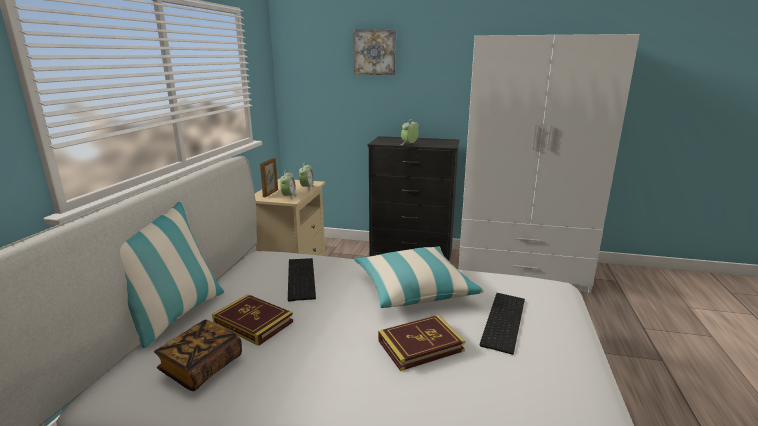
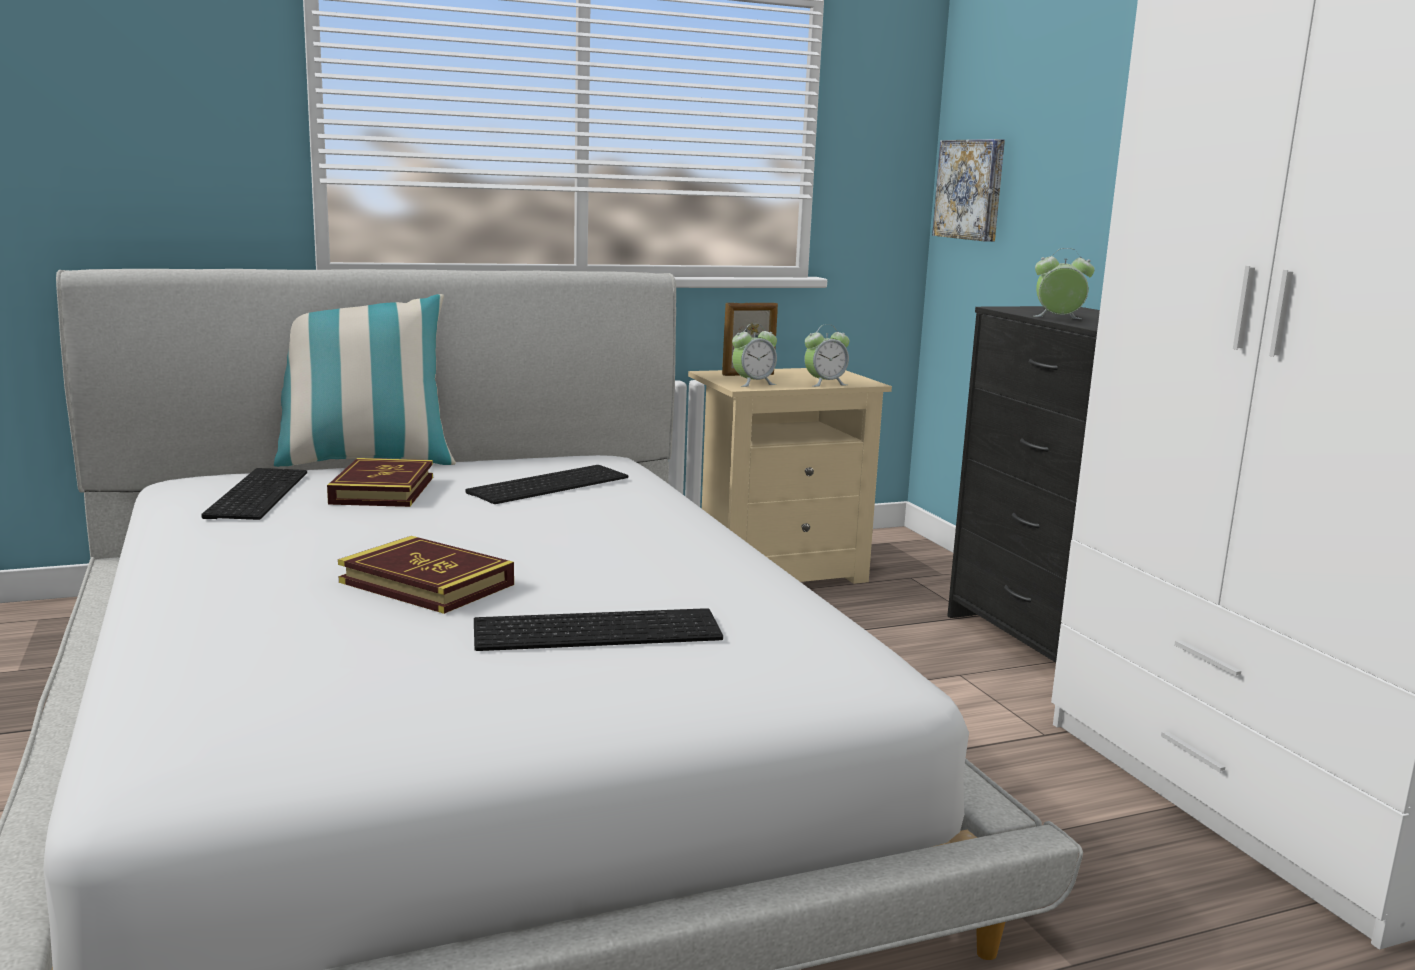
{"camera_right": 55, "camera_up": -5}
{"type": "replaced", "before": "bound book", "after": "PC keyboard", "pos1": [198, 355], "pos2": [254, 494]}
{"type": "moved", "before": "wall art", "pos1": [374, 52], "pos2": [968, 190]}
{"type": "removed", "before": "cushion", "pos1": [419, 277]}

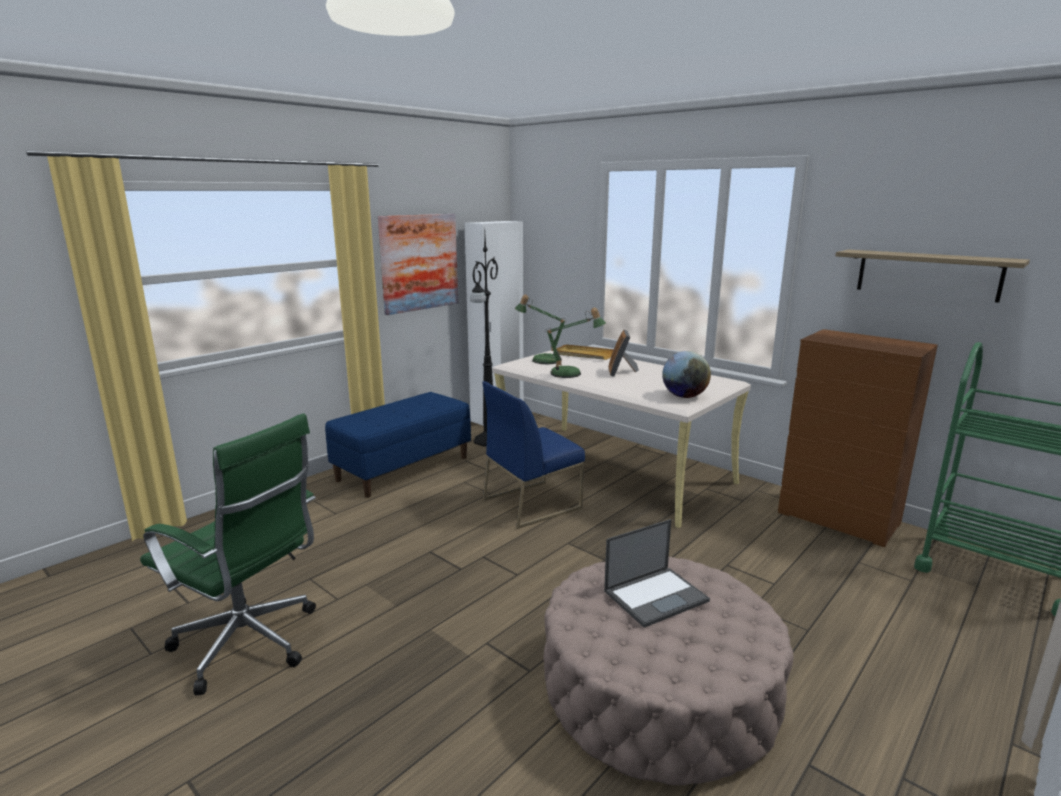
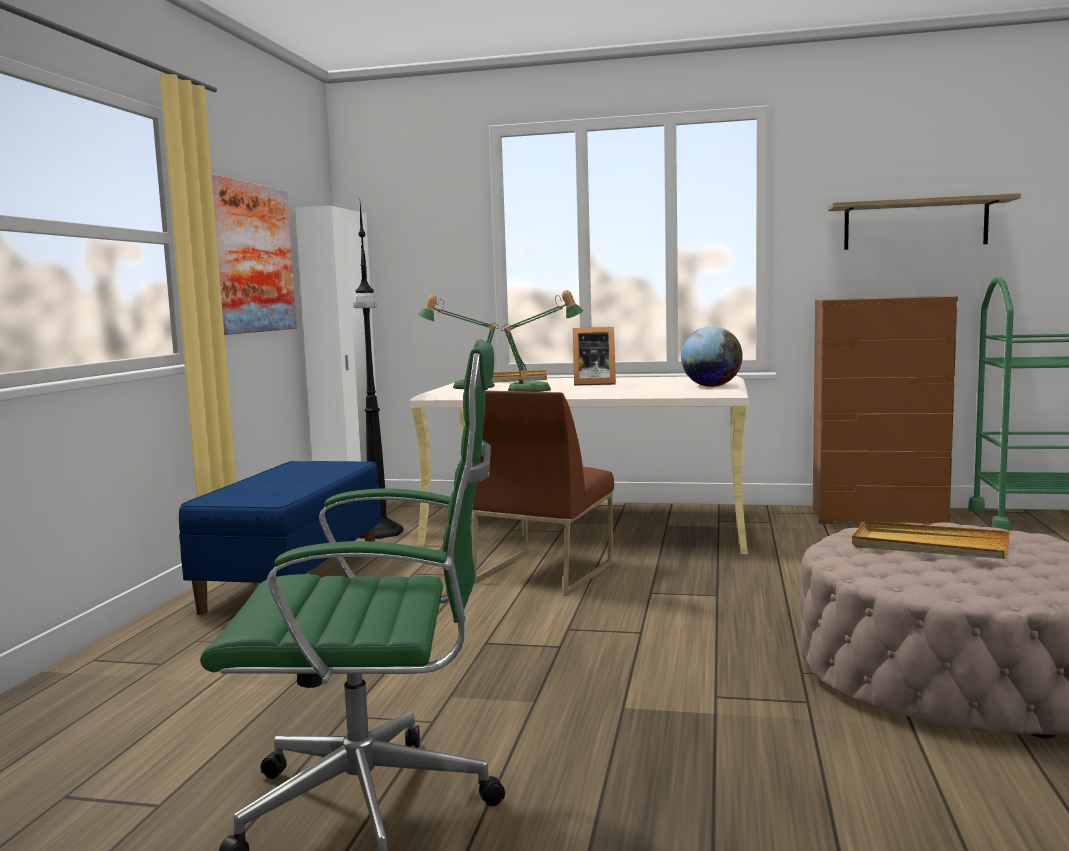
{"camera_right": -30, "camera_up": -10}
{"type": "recoloured", "before": "upright chair (blue)", "after": "upright chair (brown-coloured)", "pos1": [533, 455], "pos2": [543, 493]}
{"type": "replaced", "before": "laptop", "after": "tray (beige)", "pos1": [657, 573], "pos2": [931, 540]}
{"type": "turned", "before": "picture frame", "pos1": [623, 353], "pos2": [594, 356], "turn": -60}

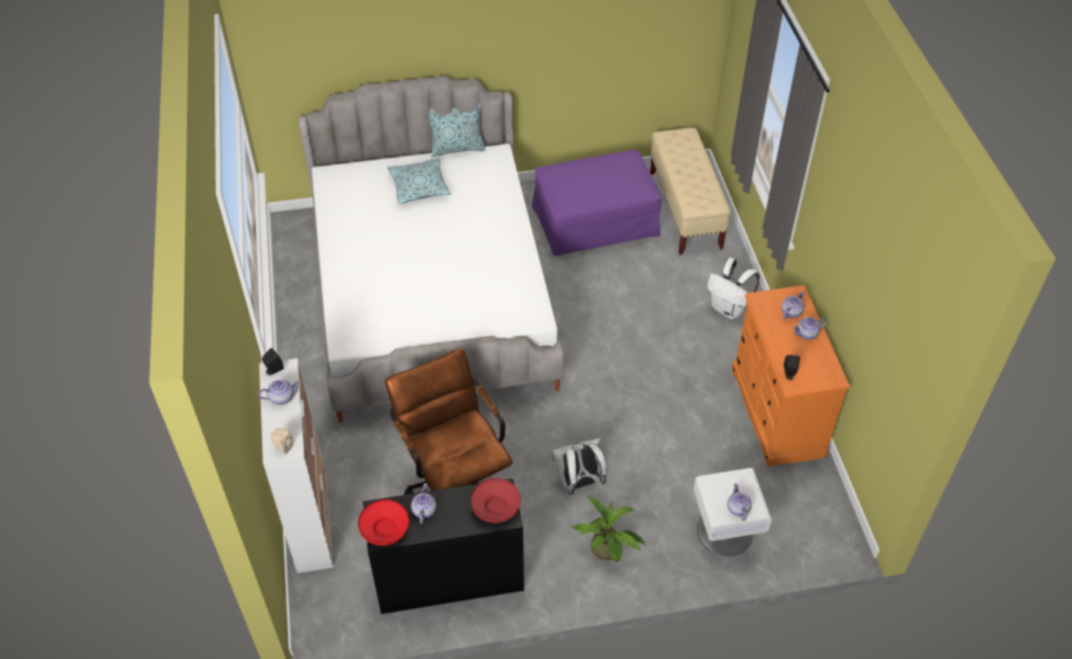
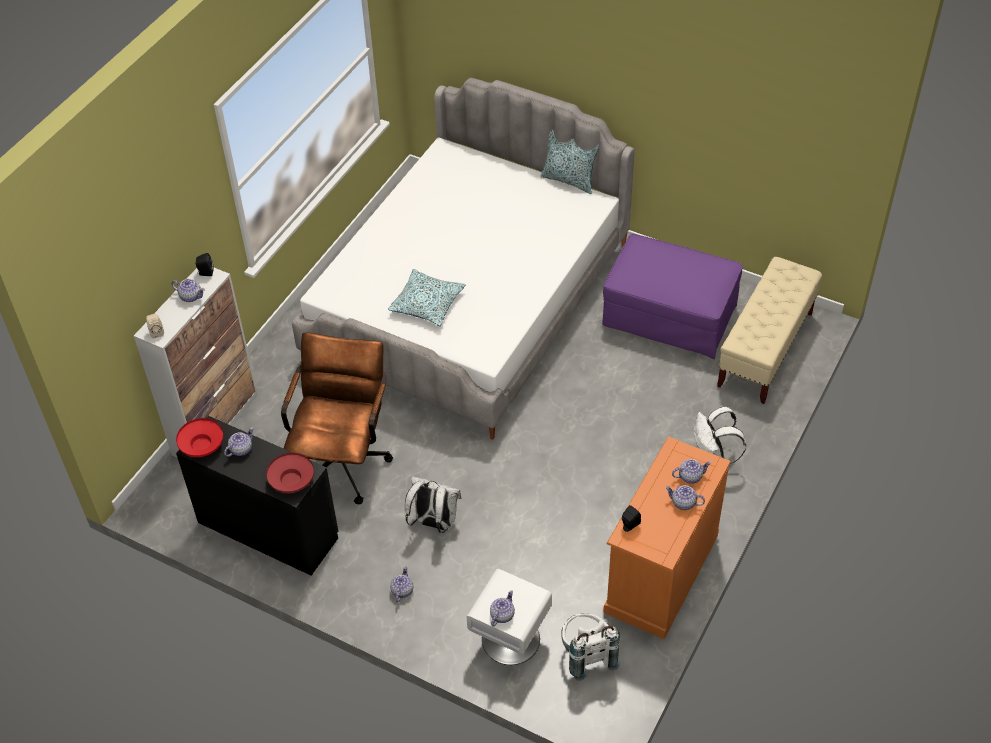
{"camera_right": 40, "camera_up": 0}
{"type": "moved", "before": "cushion", "pos1": [419, 181], "pos2": [426, 297]}
{"type": "replaced", "before": "plant in a pot", "after": "pot for tea", "pos1": [609, 528], "pos2": [401, 584]}
{"type": "added", "after": "knapsack (whitish)", "pos2": [591, 647]}

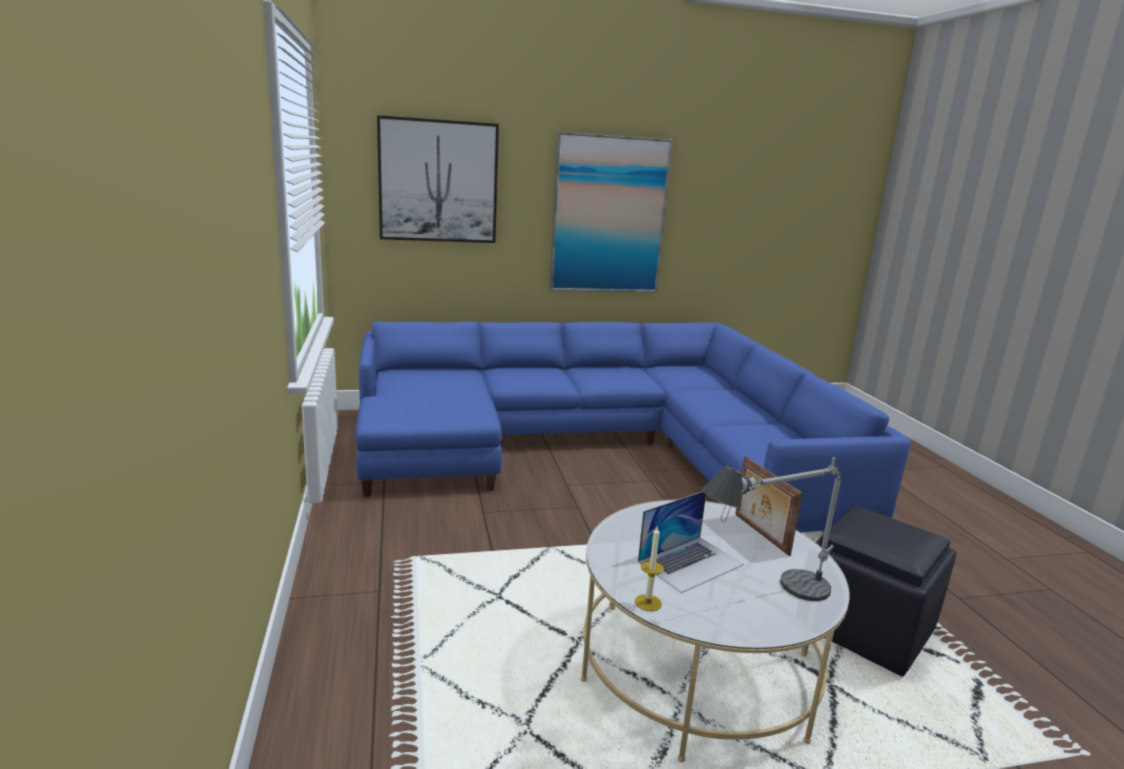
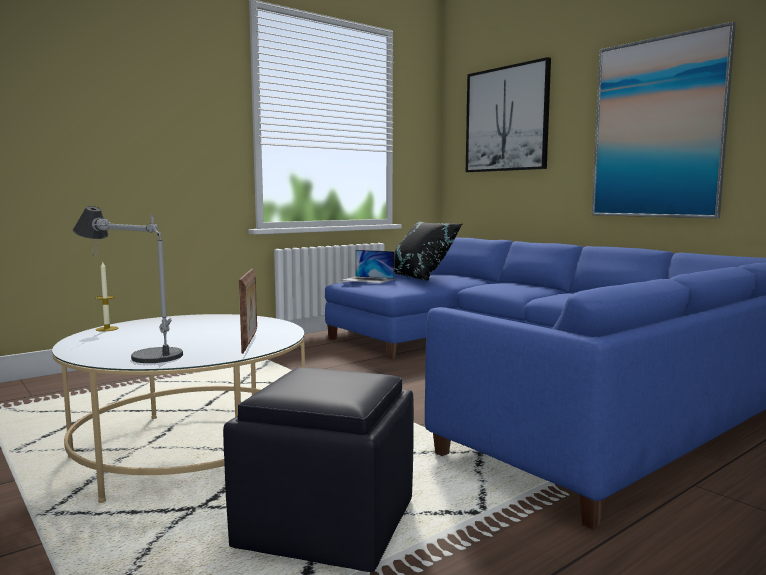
{"camera_right": 65, "camera_up": -10}
{"type": "moved", "before": "laptop", "pos1": [691, 542], "pos2": [367, 266]}
{"type": "turned", "before": "picture frame", "pos1": [769, 506], "pos2": [248, 311], "turn": 135}
{"type": "added", "after": "cushion (black-coloured)", "pos2": [428, 250]}

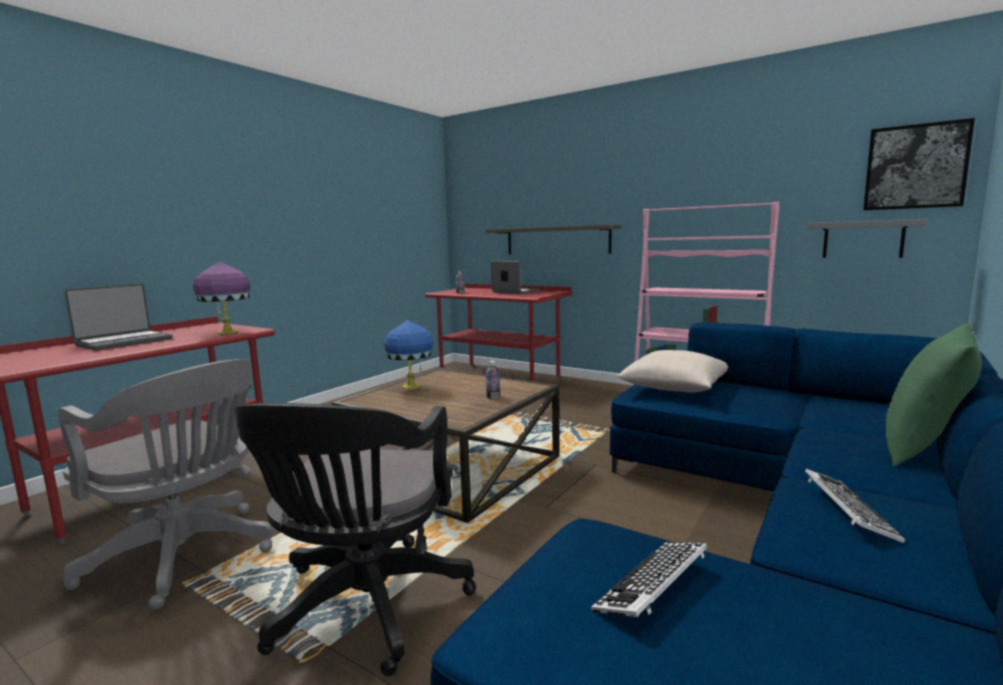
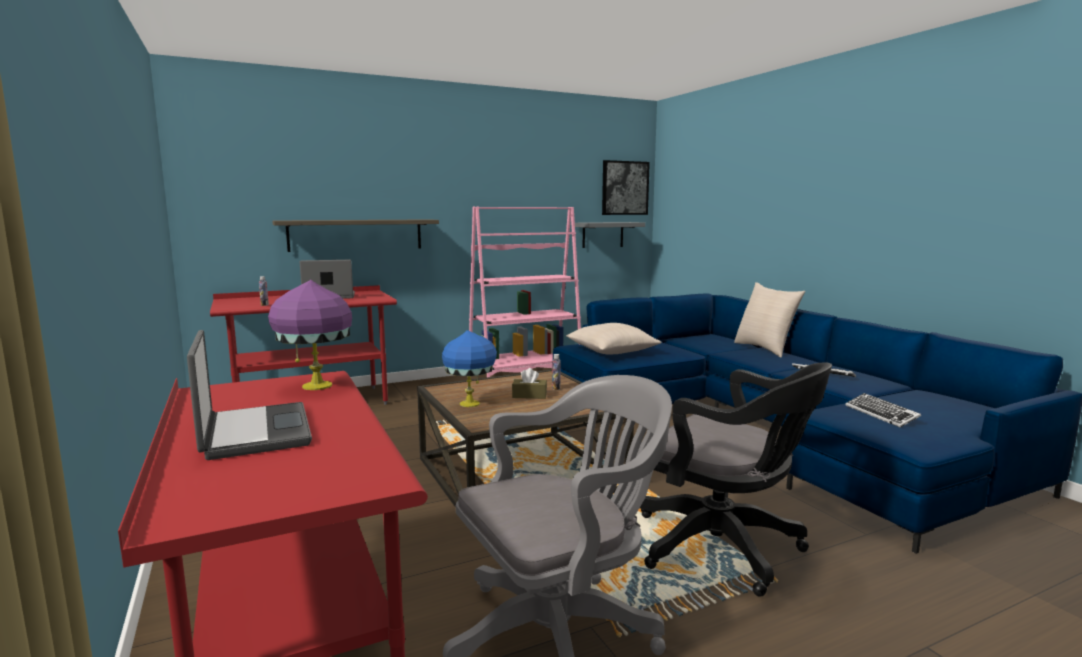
{"camera_right": -60, "camera_up": 0}
{"type": "recoloured", "before": "cushion (greenish)", "after": "cushion (beige)", "pos1": [934, 395], "pos2": [770, 319]}
{"type": "added", "after": "box of tissues (brown-coloured)", "pos2": [529, 383]}

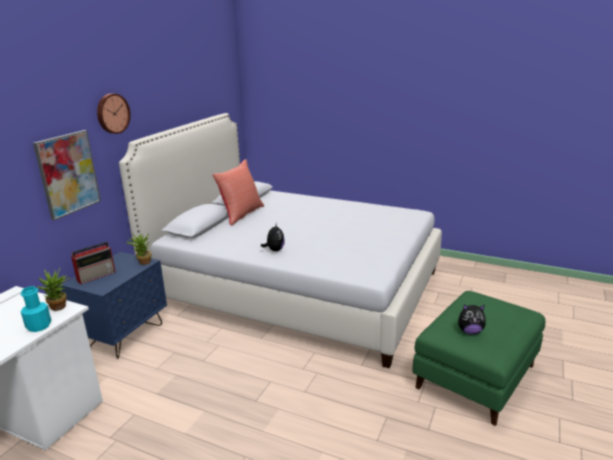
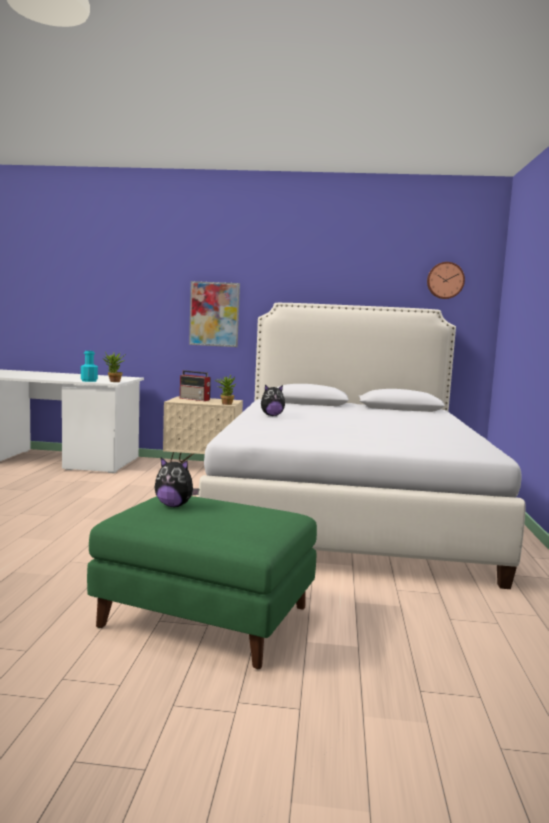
{"camera_right": 70, "camera_up": -15}
{"type": "recoloured", "before": "nightstand (blue)", "after": "nightstand (beige)", "pos1": [113, 305], "pos2": [203, 429]}
{"type": "moved", "before": "wall clock", "pos1": [114, 113], "pos2": [446, 280]}
{"type": "removed", "before": "cushion (reddish)", "pos1": [238, 192]}
{"type": "turned", "before": "plush toy", "pos1": [472, 319], "pos2": [177, 482], "turn": -60}

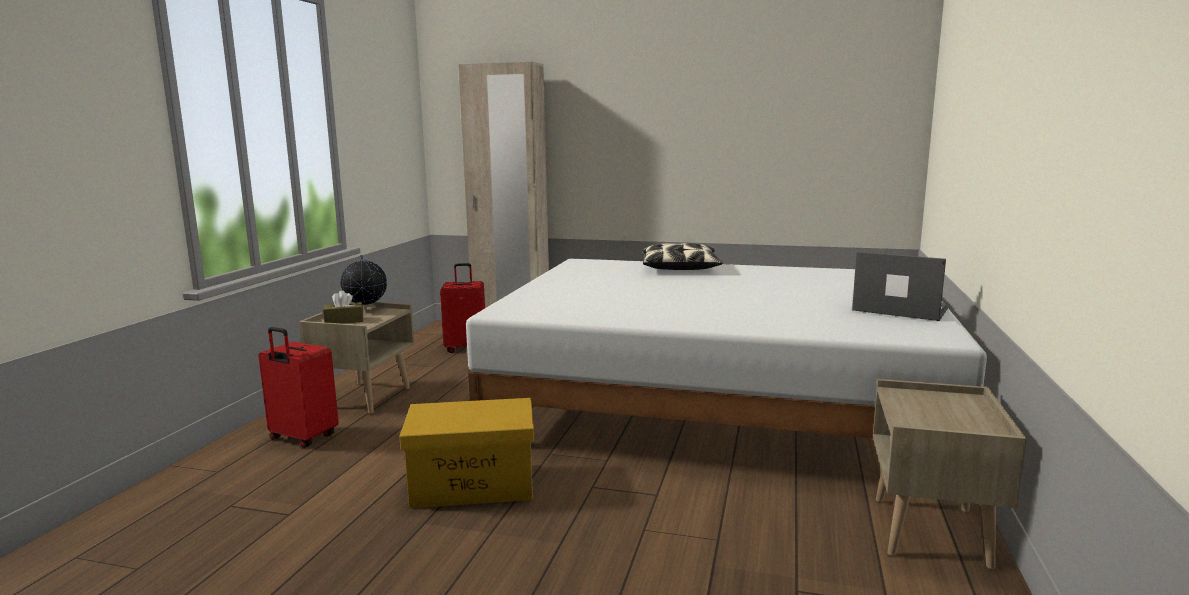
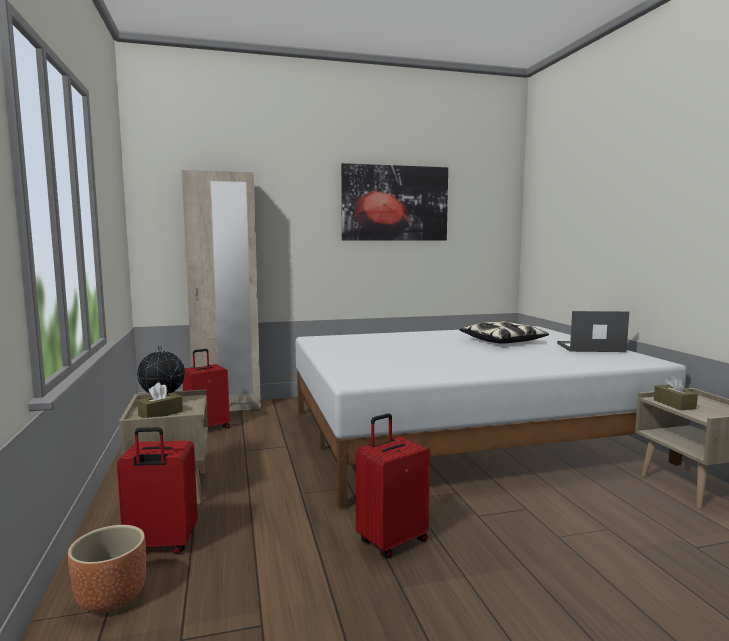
{"camera_right": -30, "camera_up": -5}
{"type": "replaced", "before": "storage box (yellowish)", "after": "suitcase (reddish)", "pos1": [466, 453], "pos2": [393, 486]}
{"type": "moved", "before": "cushion", "pos1": [682, 256], "pos2": [504, 332]}
{"type": "added", "after": "plant pot (brown-coloured)", "pos2": [107, 569]}
{"type": "added", "after": "wall art", "pos2": [394, 202]}
{"type": "added", "after": "box of tissues (brown-coloured)", "pos2": [676, 392]}

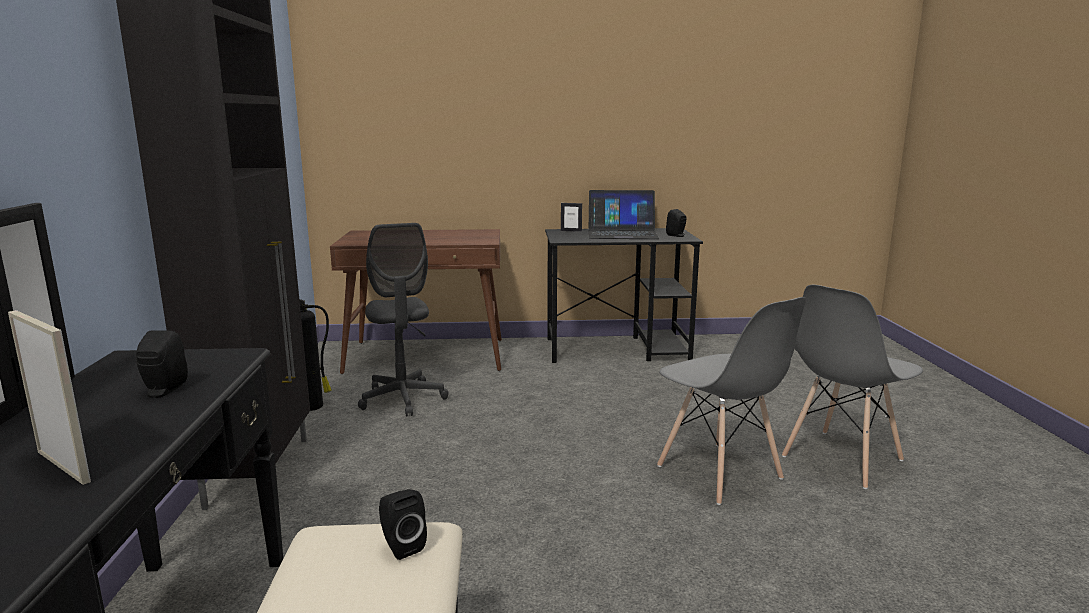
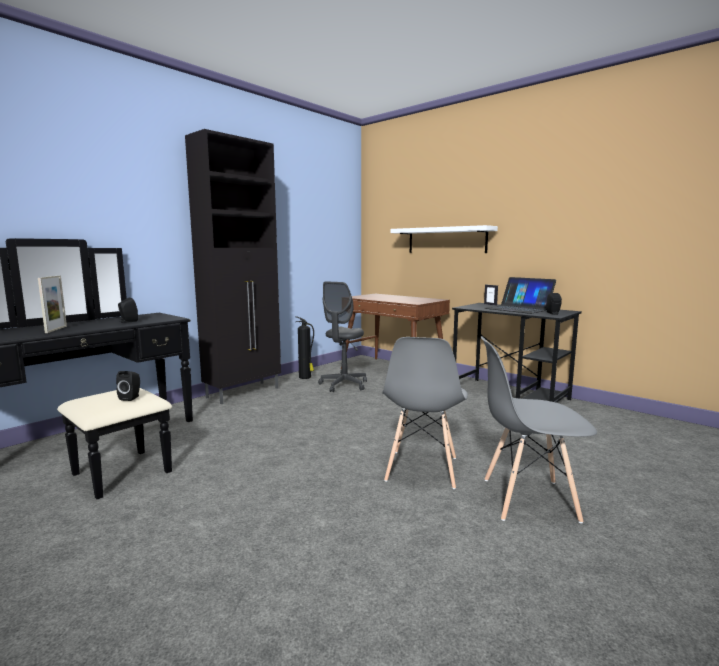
{"camera_right": 45, "camera_up": -5}
{"type": "added", "after": "wall shelf (whitish)", "pos2": [444, 239]}

